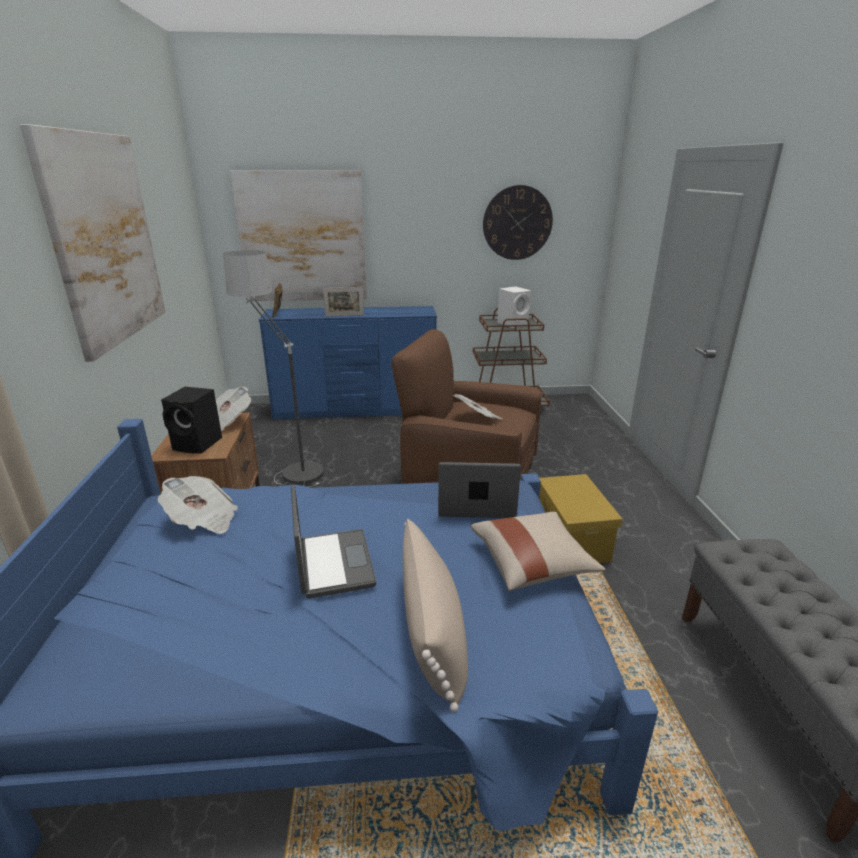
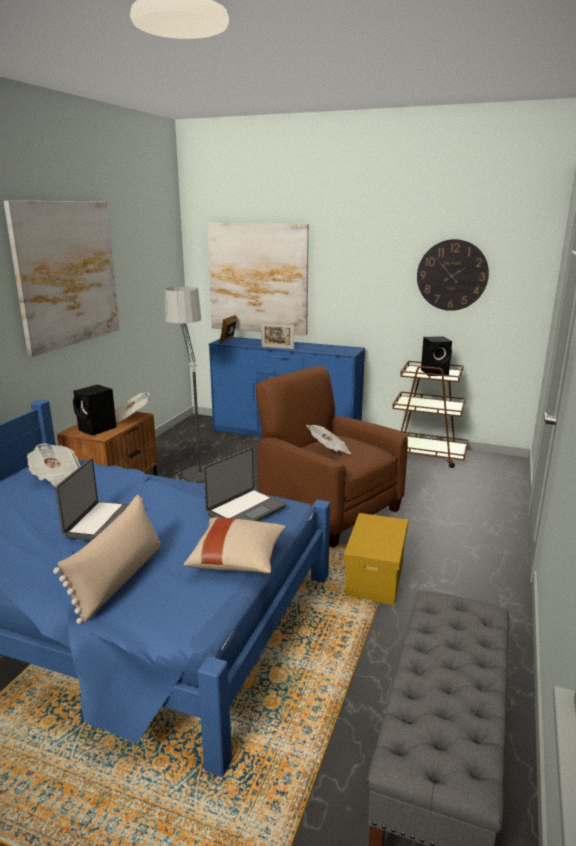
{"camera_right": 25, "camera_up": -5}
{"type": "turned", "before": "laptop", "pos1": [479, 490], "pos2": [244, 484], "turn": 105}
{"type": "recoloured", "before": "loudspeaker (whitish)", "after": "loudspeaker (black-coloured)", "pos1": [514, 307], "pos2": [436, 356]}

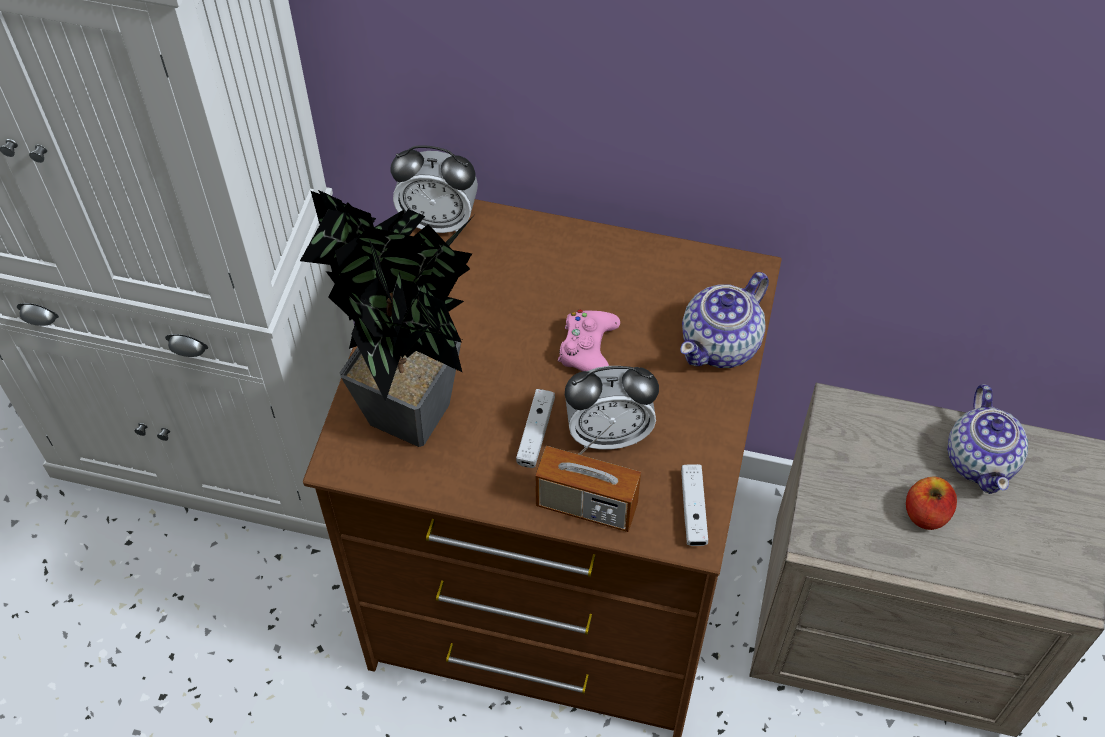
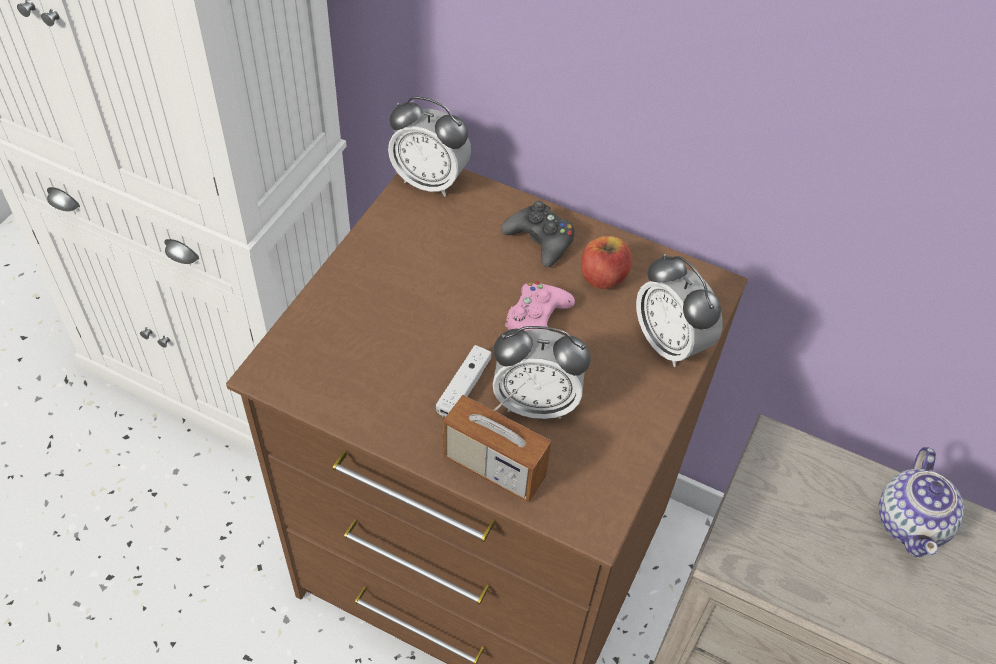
{"camera_right": 10, "camera_up": -5}
{"type": "removed", "before": "plant in a pot", "pos1": [386, 318]}
{"type": "replaced", "before": "pot for tea", "after": "table clock", "pos1": [724, 320], "pos2": [679, 310]}
{"type": "removed", "before": "game controller (whitish)", "pos1": [694, 505]}
{"type": "moved", "before": "whole apple", "pos1": [931, 503], "pos2": [606, 262]}
{"type": "added", "after": "game controller (black-coloured)", "pos2": [538, 234]}

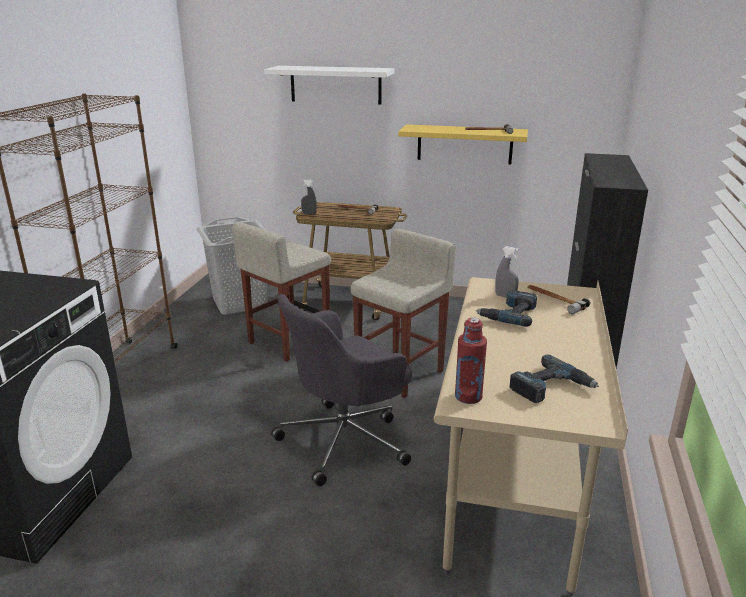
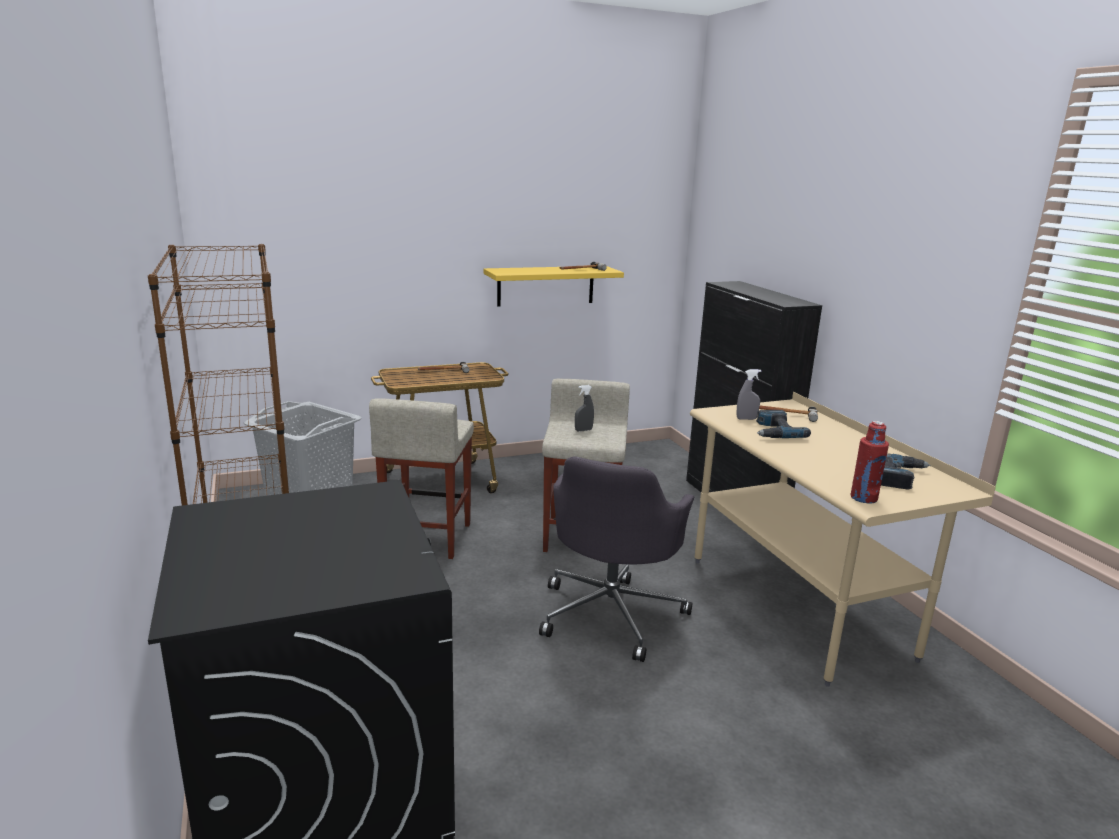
{"camera_right": -35, "camera_up": -5}
{"type": "removed", "before": "wall shelf (whitish)", "pos1": [329, 85]}
{"type": "moved", "before": "spray bottle (grey)", "pos1": [309, 196], "pos2": [584, 408]}

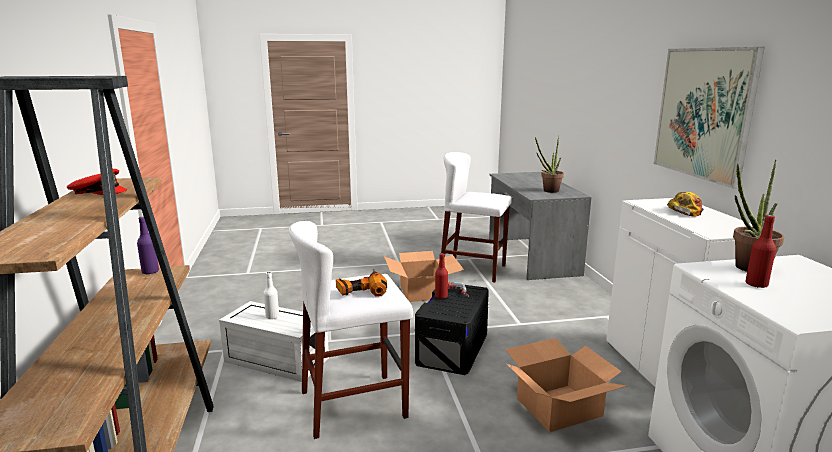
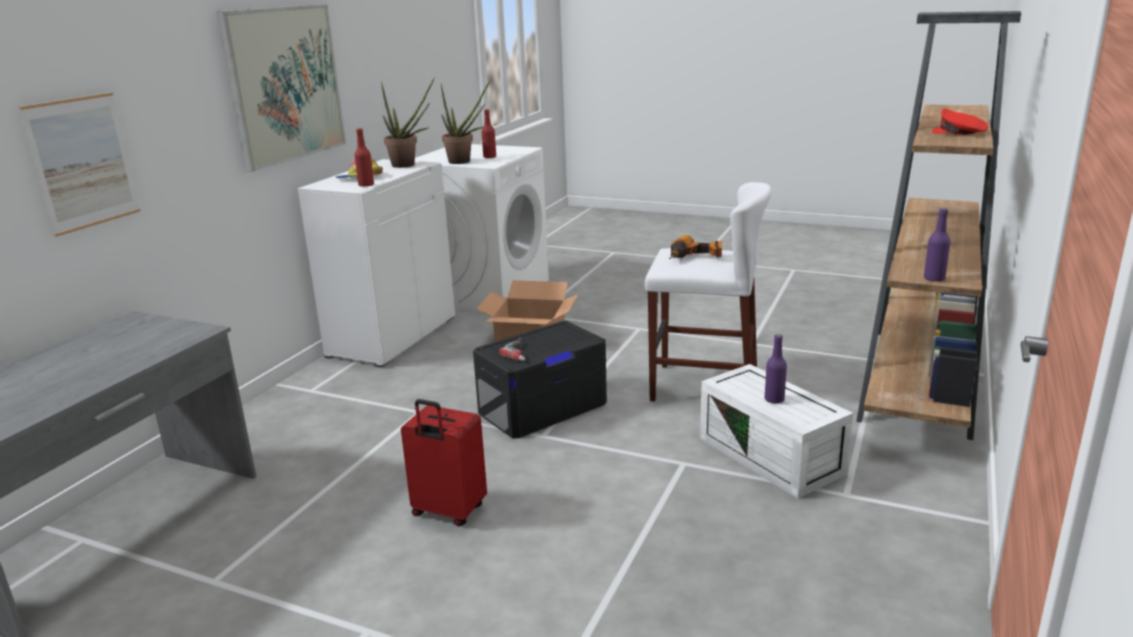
{"camera_right": -145, "camera_up": 5}
{"type": "recoloured", "before": "drink bottle (whitish)", "after": "drink bottle (purple-coloured)", "pos1": [271, 295], "pos2": [776, 369]}
{"type": "replaced", "before": "packing box", "after": "suitcase (reddish)", "pos1": [424, 276], "pos2": [444, 463]}
{"type": "moved", "before": "drink bottle (reddish)", "pos1": [441, 276], "pos2": [364, 157]}
{"type": "removed", "before": "stool seat (whitish)", "pos1": [476, 217]}
{"type": "moved", "before": "plant in a pot", "pos1": [549, 164], "pos2": [408, 122]}
{"type": "added", "after": "wall art", "pos2": [79, 164]}

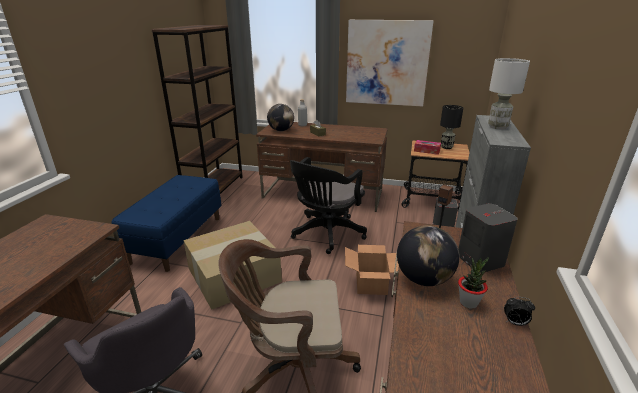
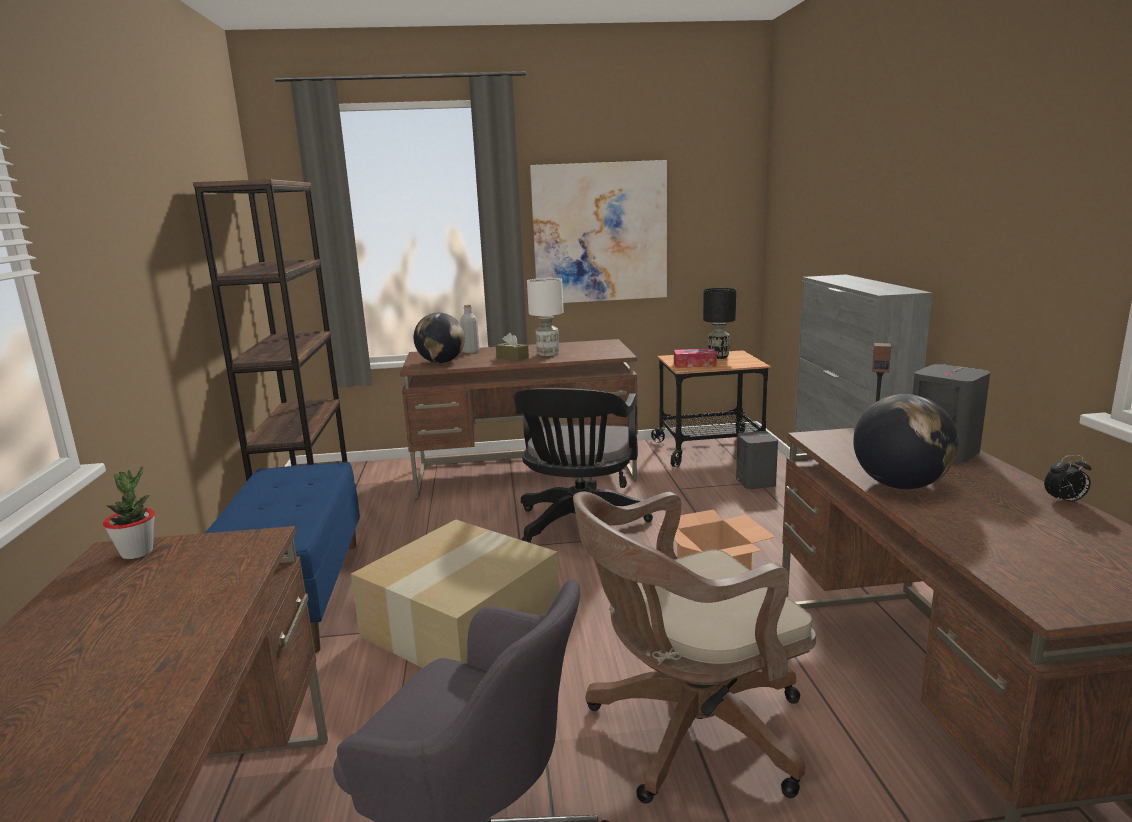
{"camera_right": -20, "camera_up": -10}
{"type": "moved", "before": "plant in a pot", "pos1": [473, 283], "pos2": [129, 512]}
{"type": "moved", "before": "lamp for a table (whitish)", "pos1": [509, 93], "pos2": [545, 317]}

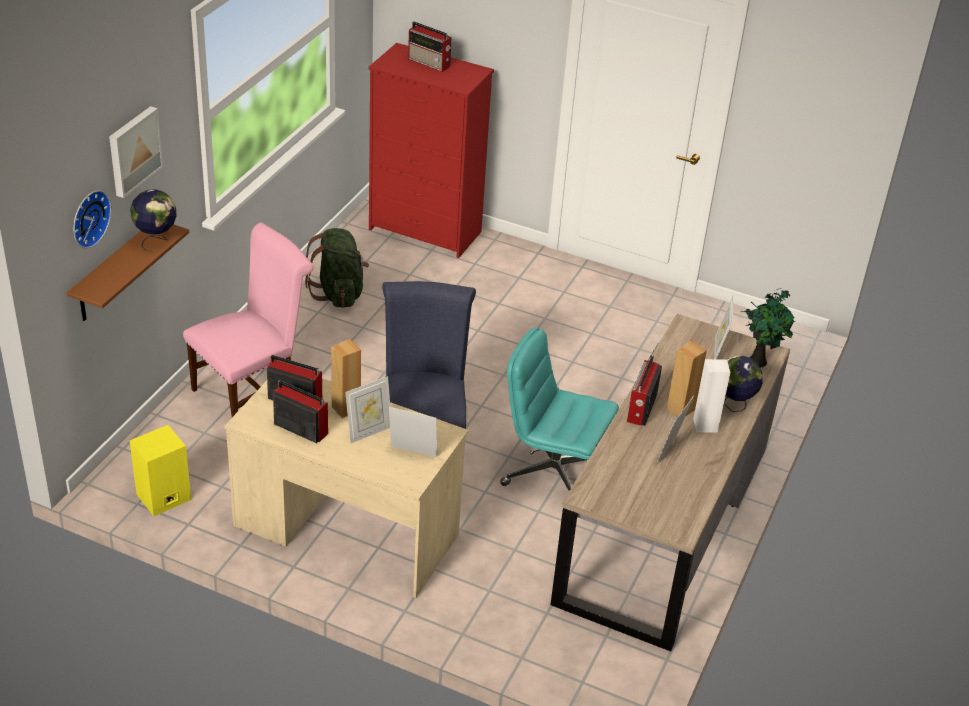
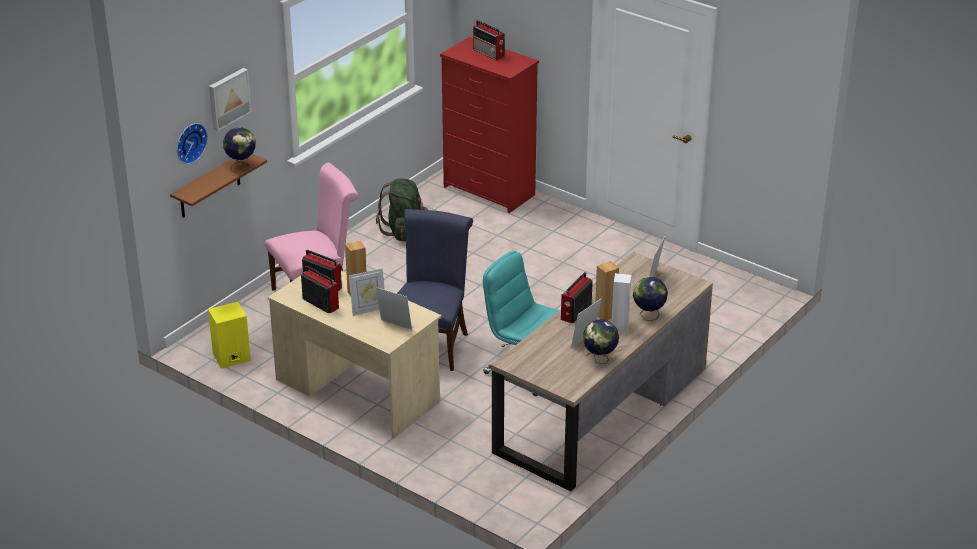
{"camera_right": 15, "camera_up": -5}
{"type": "removed", "before": "plant in a pot", "pos1": [768, 327]}
{"type": "added", "after": "globe", "pos2": [601, 342]}

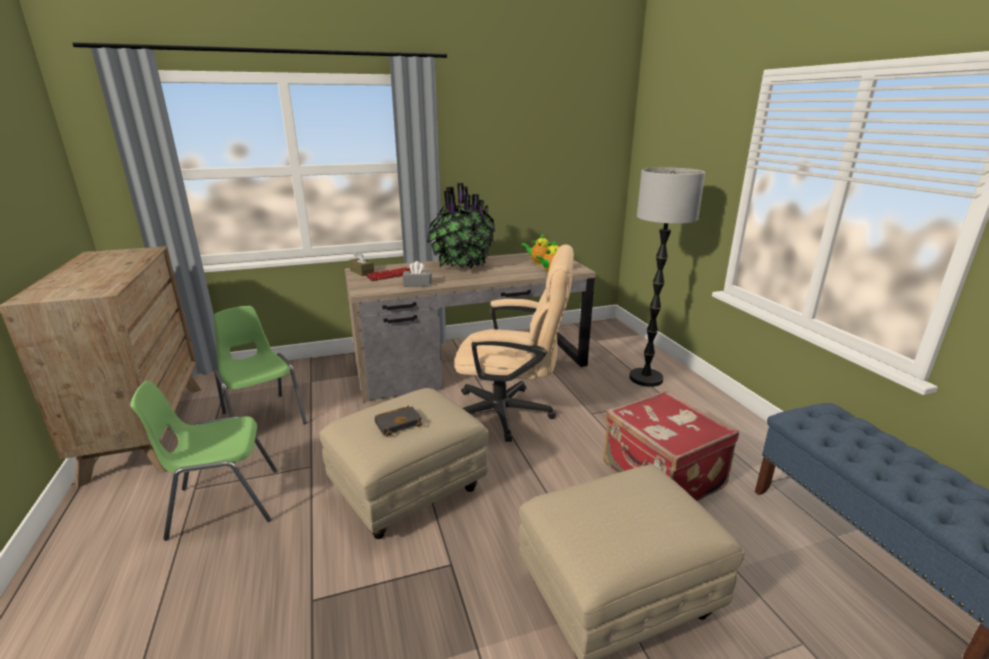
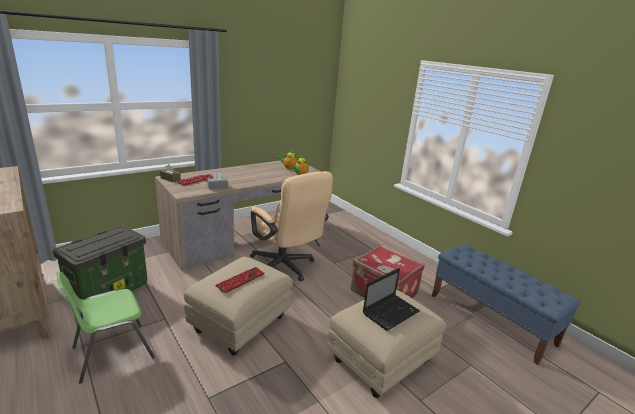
{"camera_right": -20, "camera_up": 0}
{"type": "replaced", "before": "upright chair (greenish)", "after": "storage box", "pos1": [260, 365], "pos2": [100, 263]}
{"type": "replaced", "before": "bound book (black-coloured)", "after": "PC keyboard", "pos1": [398, 421], "pos2": [240, 280]}
{"type": "removed", "before": "plant in a pot", "pos1": [460, 226]}
{"type": "turned", "before": "office chair (beige)", "pos1": [514, 343], "pos2": [291, 226], "turn": 60}
{"type": "removed", "before": "floor lamp", "pos1": [667, 277]}
{"type": "added", "after": "laptop", "pos2": [391, 299]}

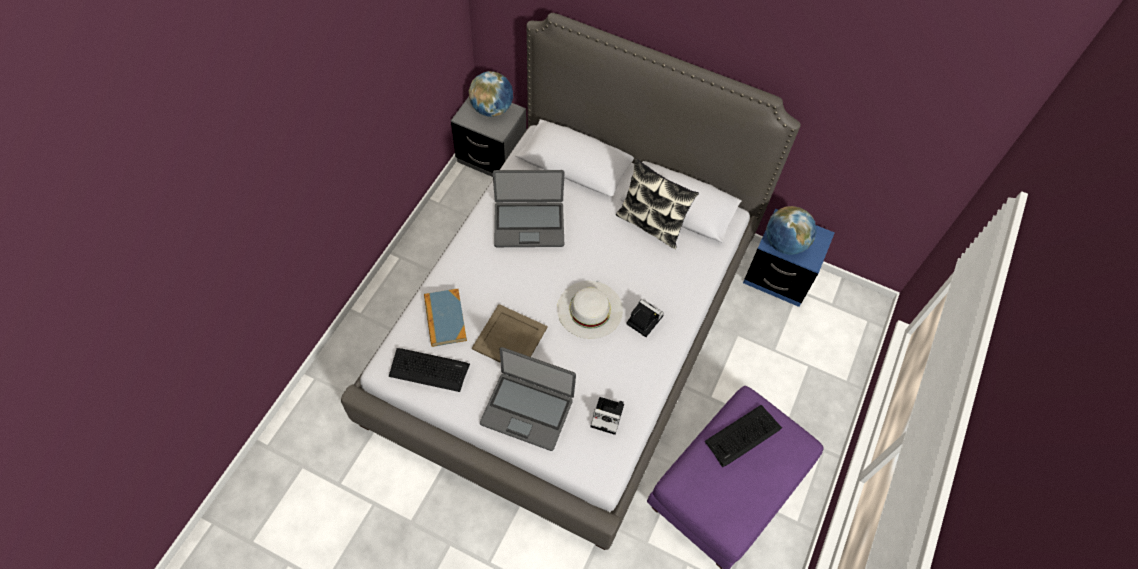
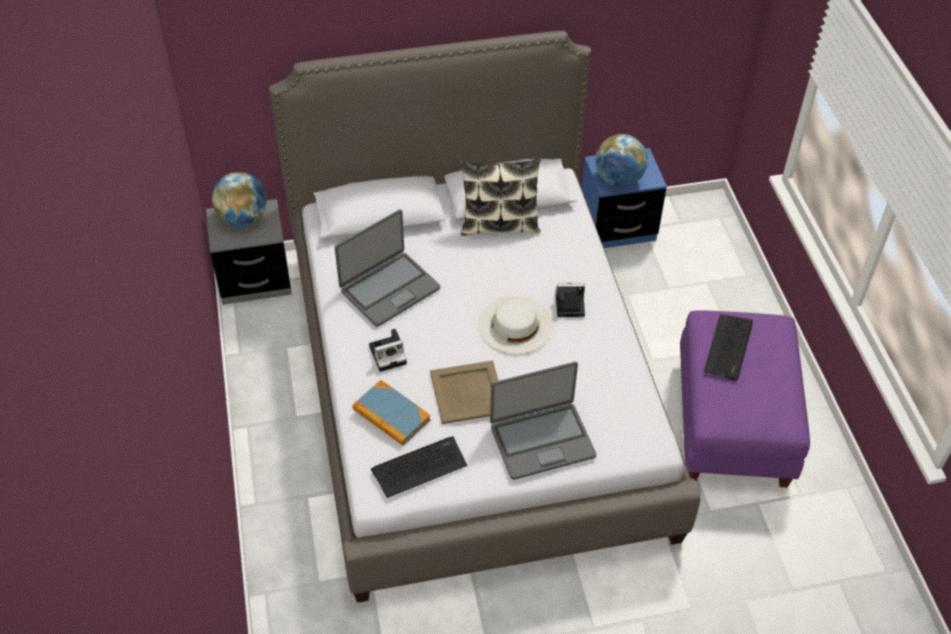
{"camera_right": -35, "camera_up": -10}
{"type": "moved", "before": "still camera", "pos1": [607, 416], "pos2": [388, 350]}

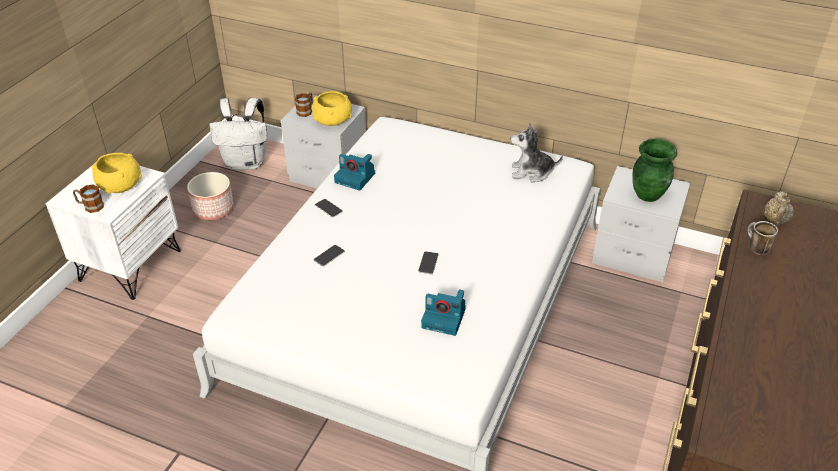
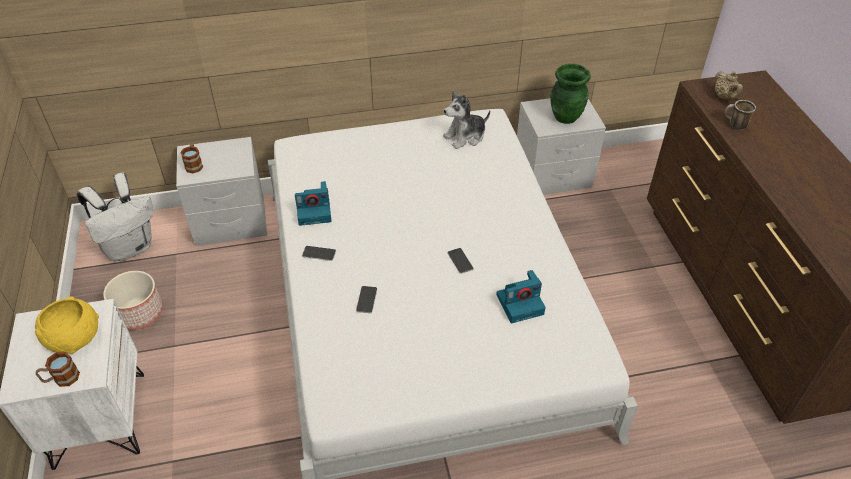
{"camera_right": -35, "camera_up": 5}
{"type": "removed", "before": "serving bowl (yellowish)", "pos1": [332, 108]}

